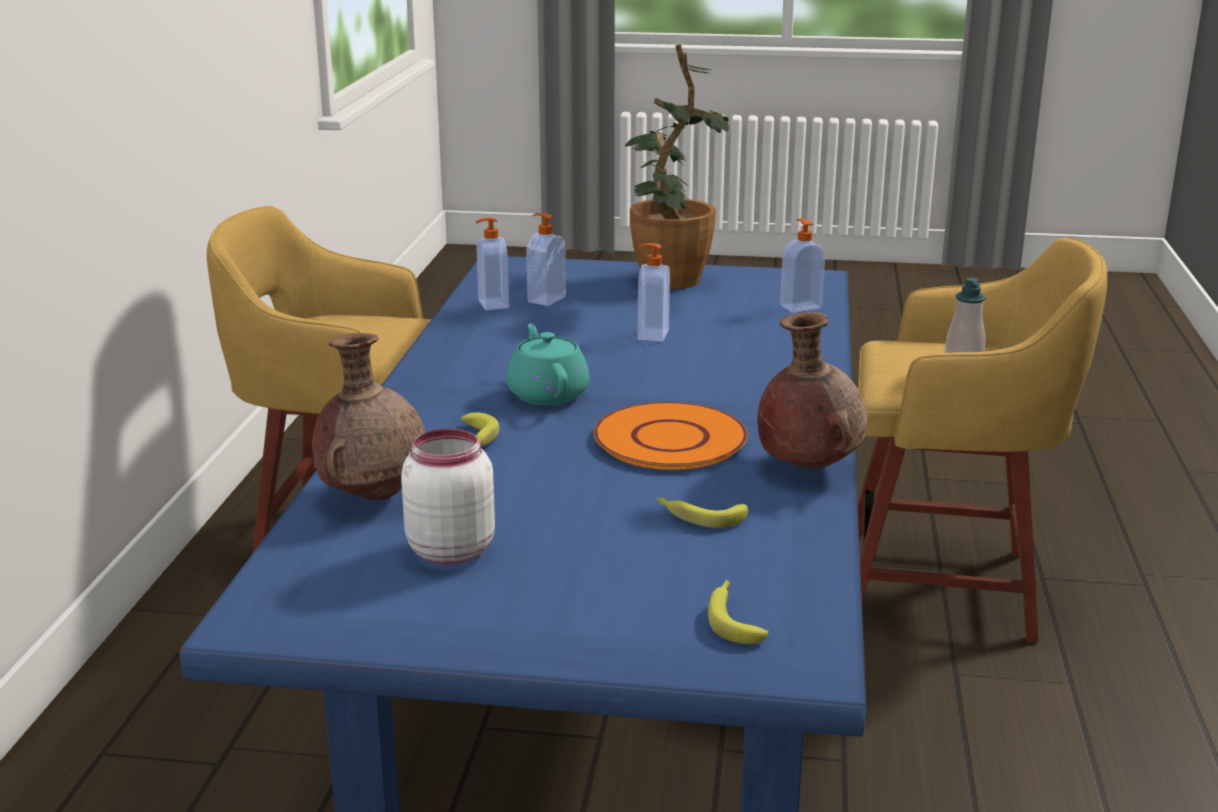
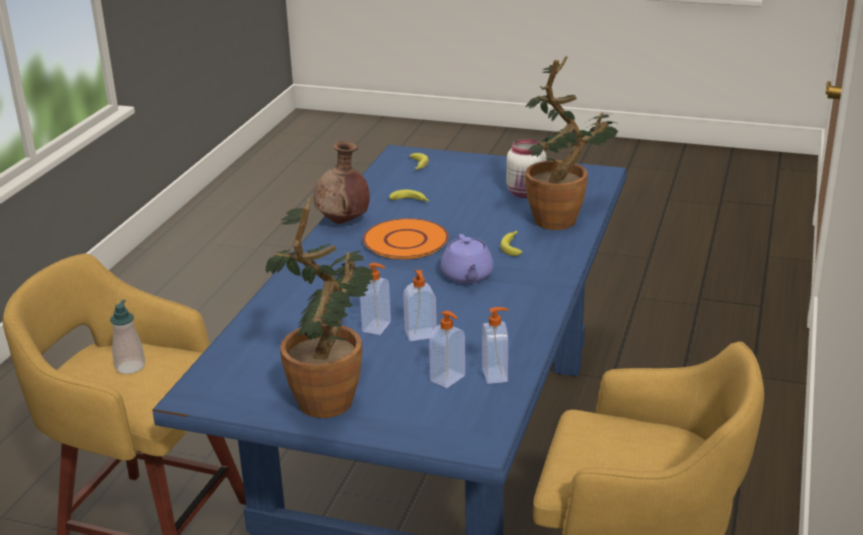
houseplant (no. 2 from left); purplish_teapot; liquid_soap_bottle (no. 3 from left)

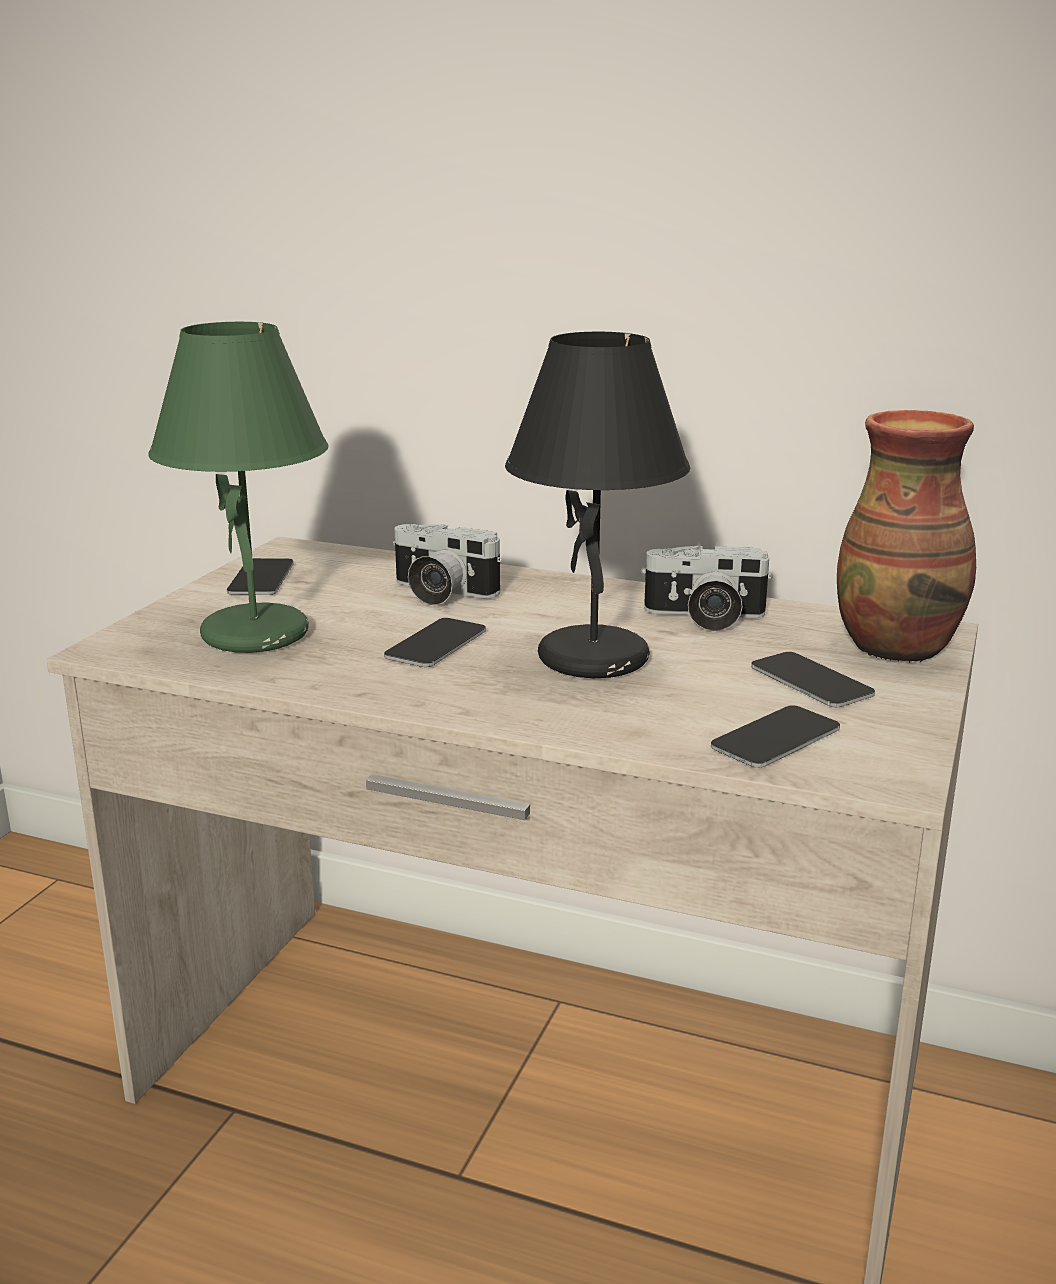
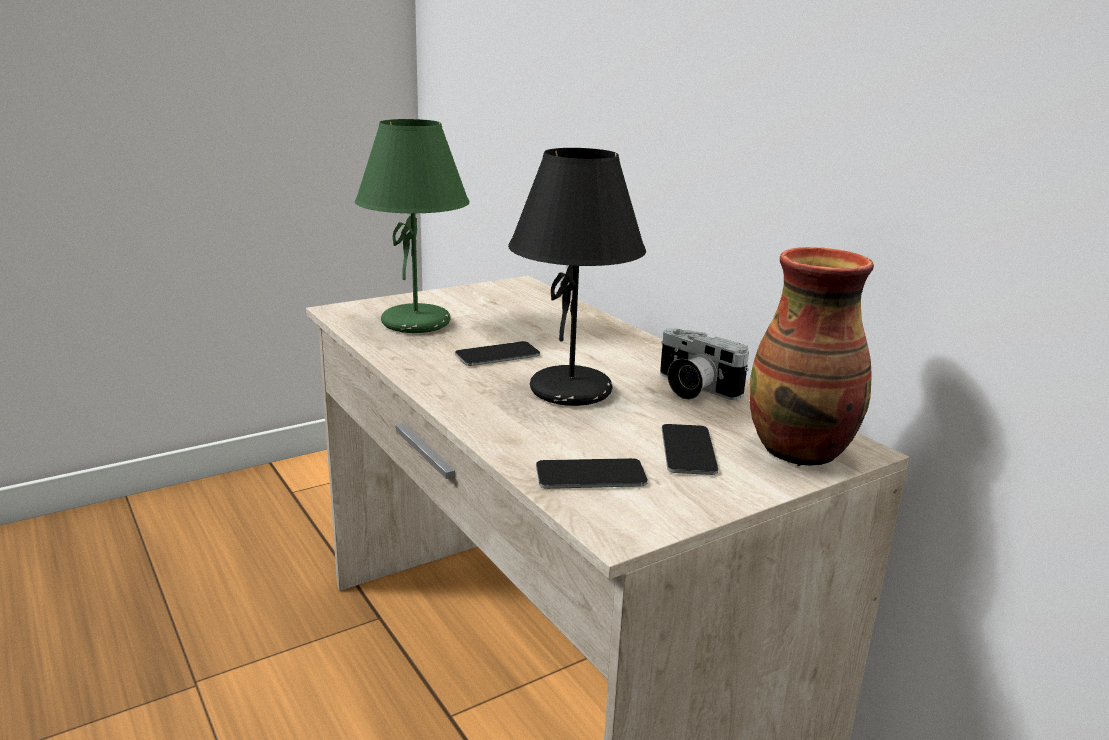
phone (no. 1 from left in the first image); photo_camera (no. 1 from left in the first image)

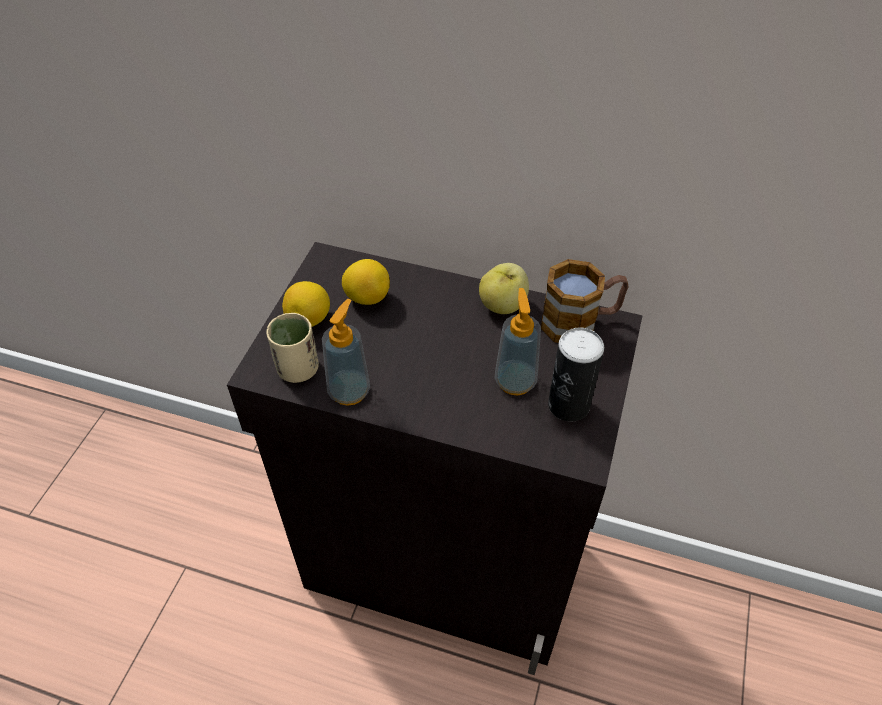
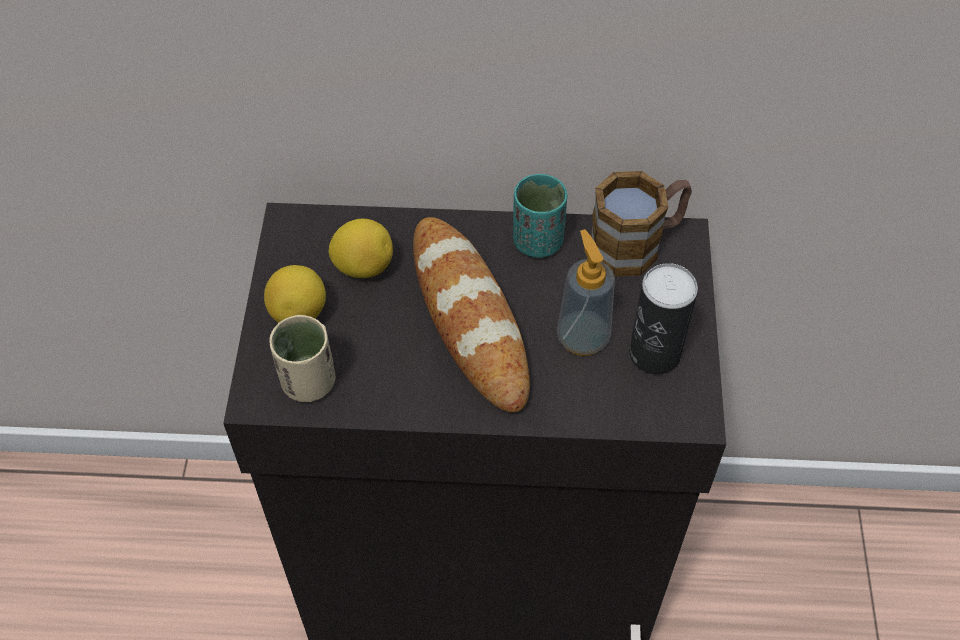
liquid_soap_bottle (no. 1 from left in the first image); turquoise-coloured_cup; baked_bread

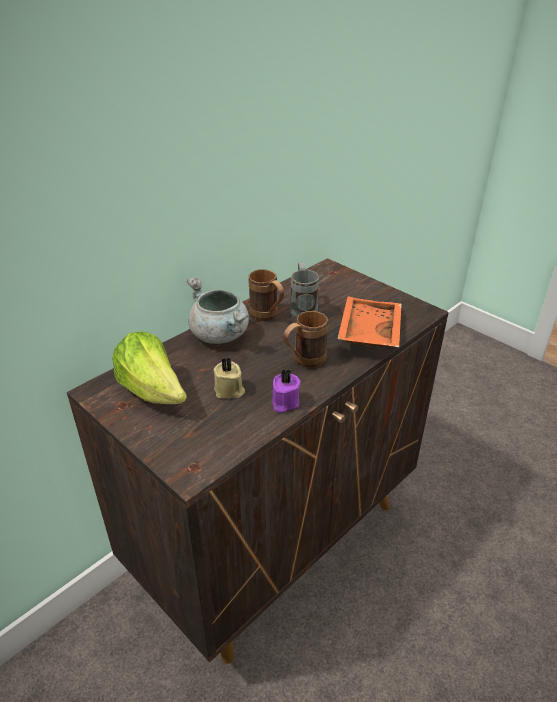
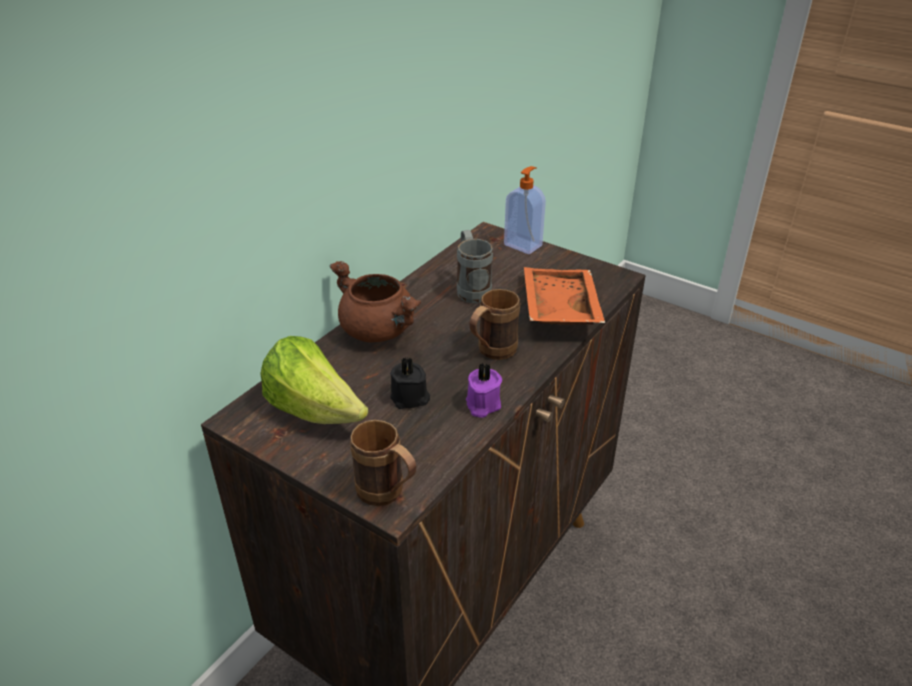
brown_cooking_pot; black-coloured_wax_candle; brown_tea_mug (no. 1 from left); liquid_soap_bottle

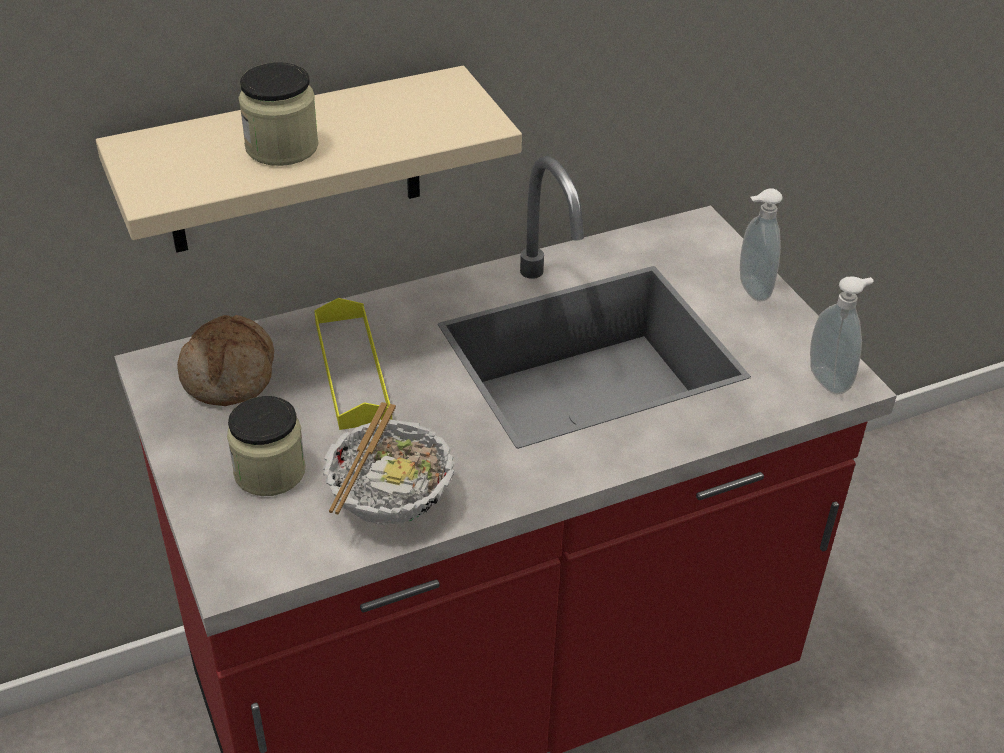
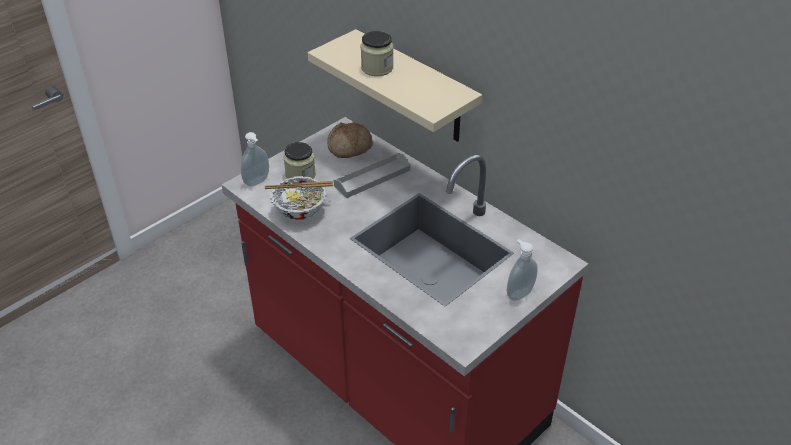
gray_tray; liquid_soap_bottle (no. 1 from left)

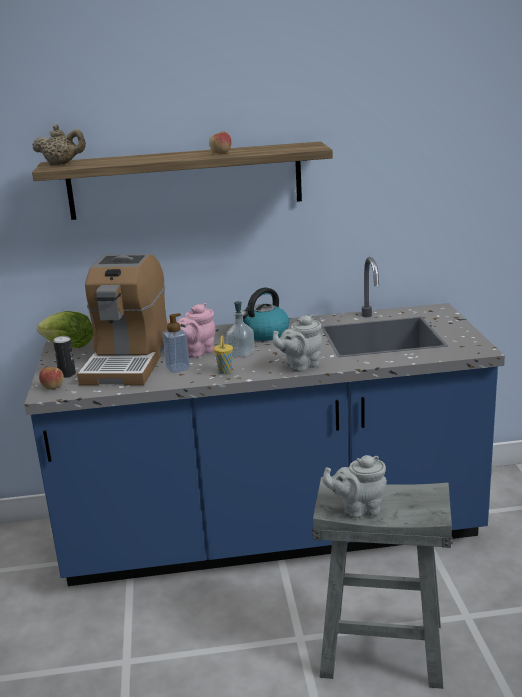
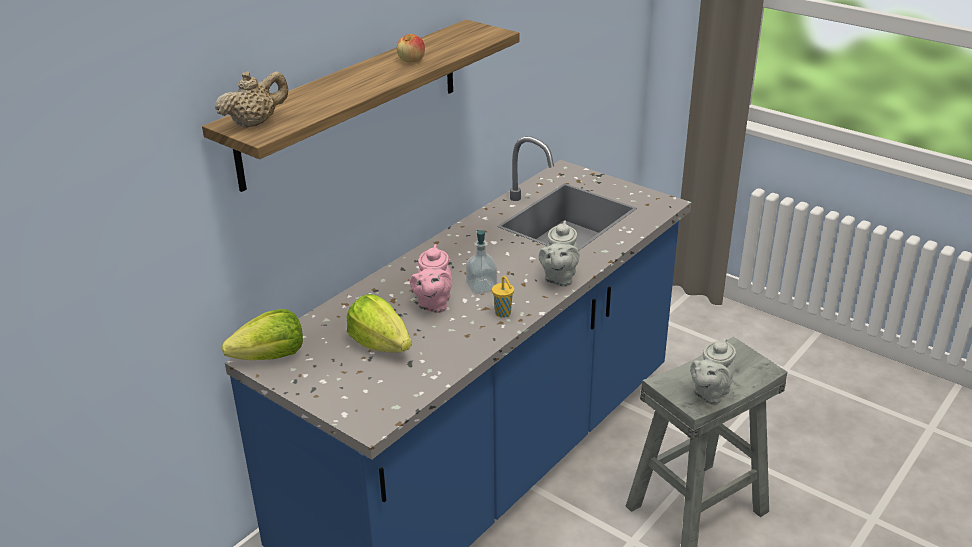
whole_apple (no. 1 from left in the first image); can; lettuce_head (no. 2 from left); liquid_soap_bottle (no. 1 from left in the first image); water_kettle

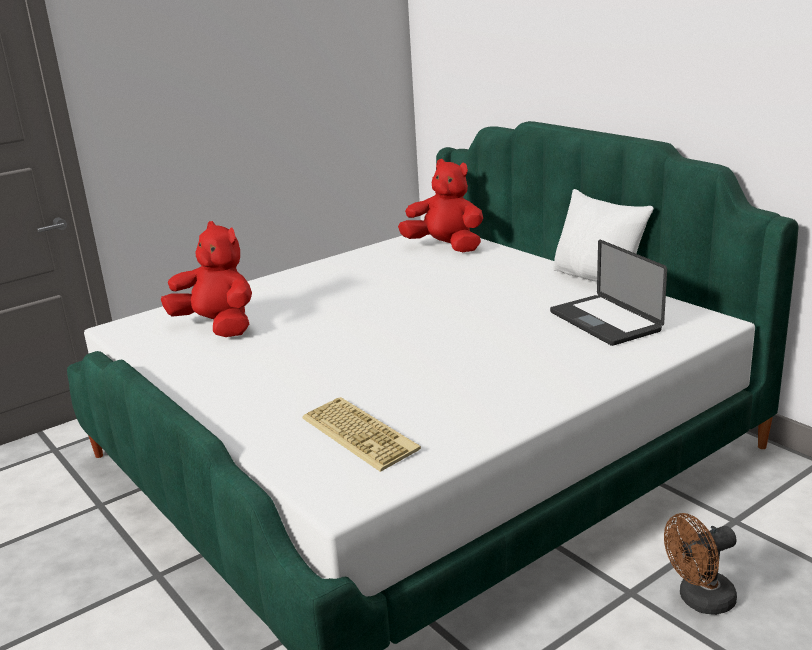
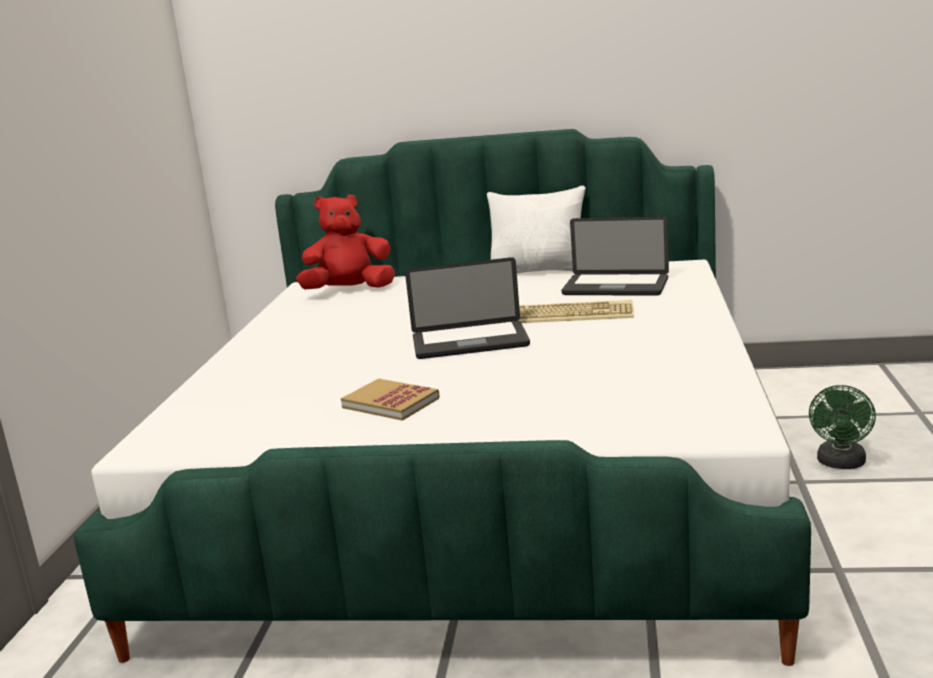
red-coloured_plush_toy (no. 1 from left in the first image); computer_keyboard; green-coloured_electric_fan; bound_book; laptop (no. 1 from left)

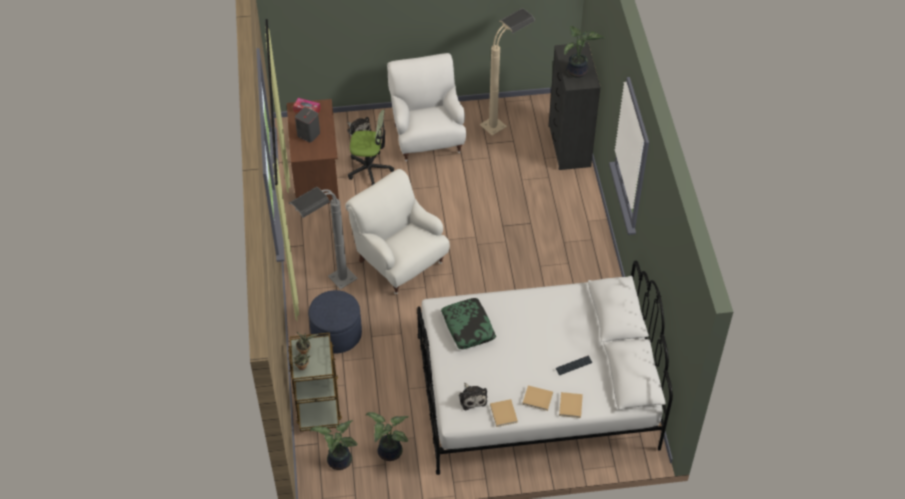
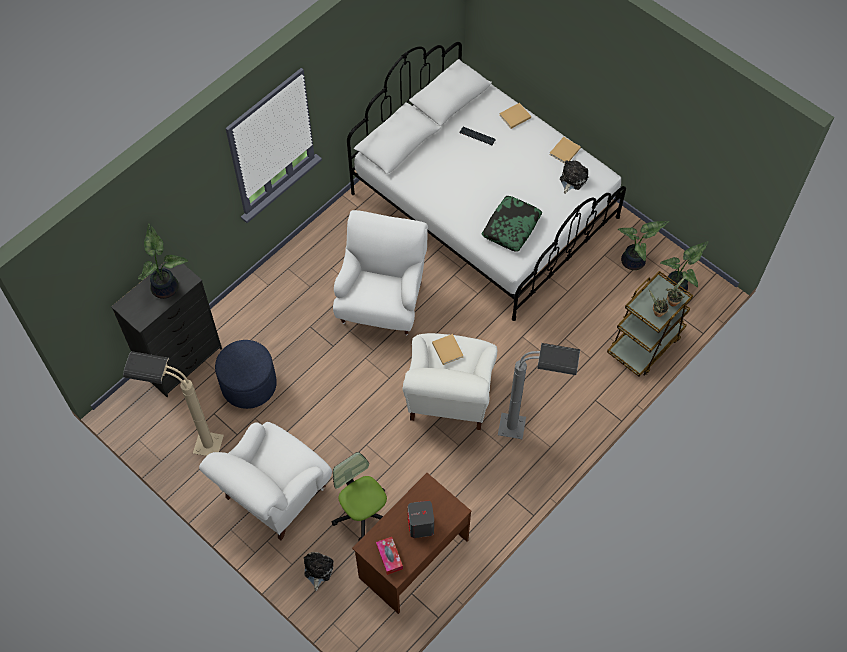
bluish_footrest; beige_bound_book (no. 1 from left); white-coloured_armchair (no. 2 from left)

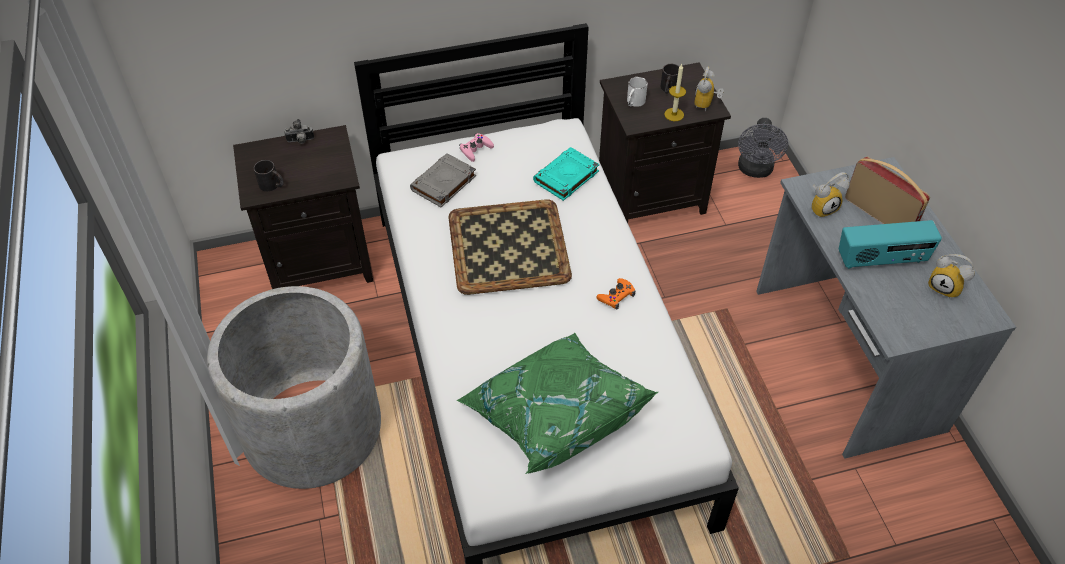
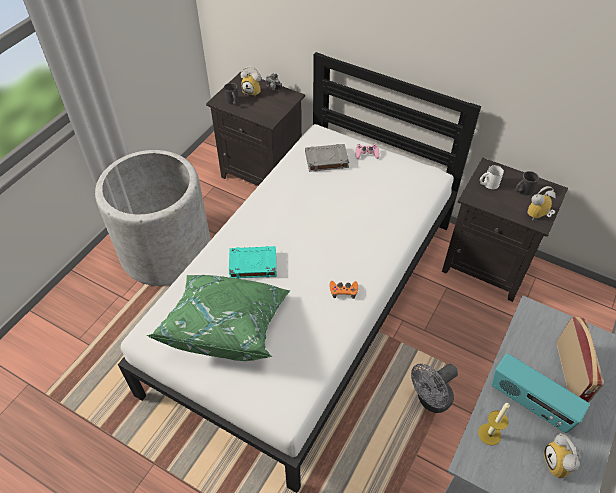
tray; turquoise-coloured_bound_book; wax_candle; gray_electric_fan; alarm_clock (no. 1 from left)

